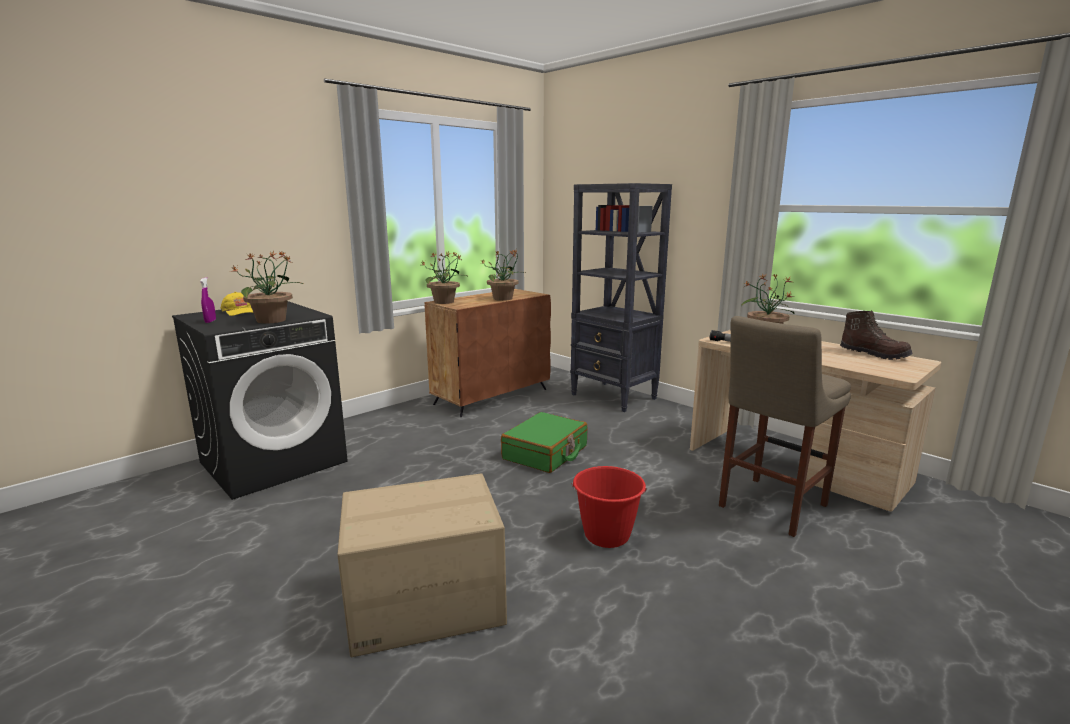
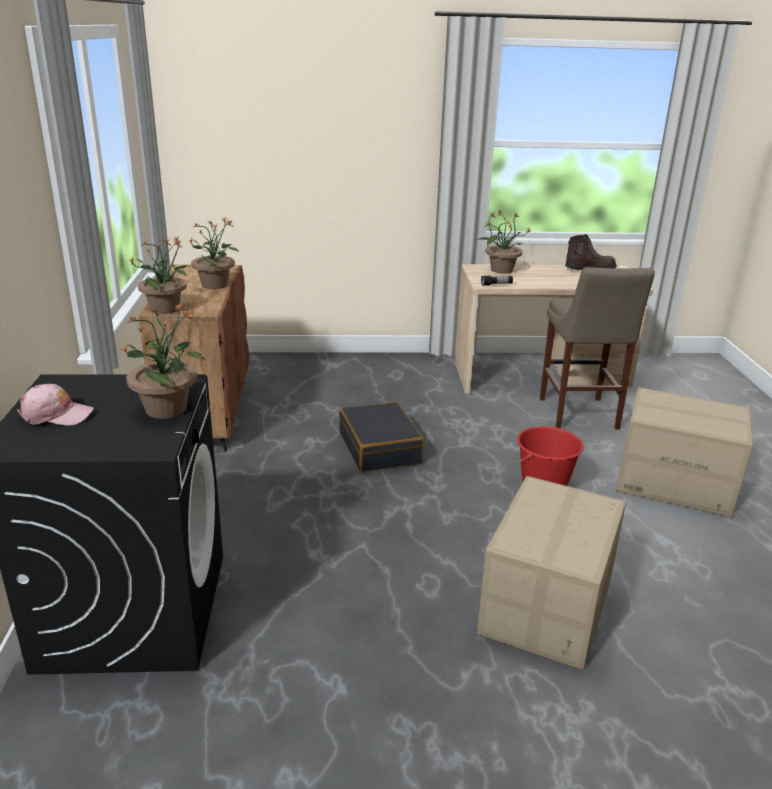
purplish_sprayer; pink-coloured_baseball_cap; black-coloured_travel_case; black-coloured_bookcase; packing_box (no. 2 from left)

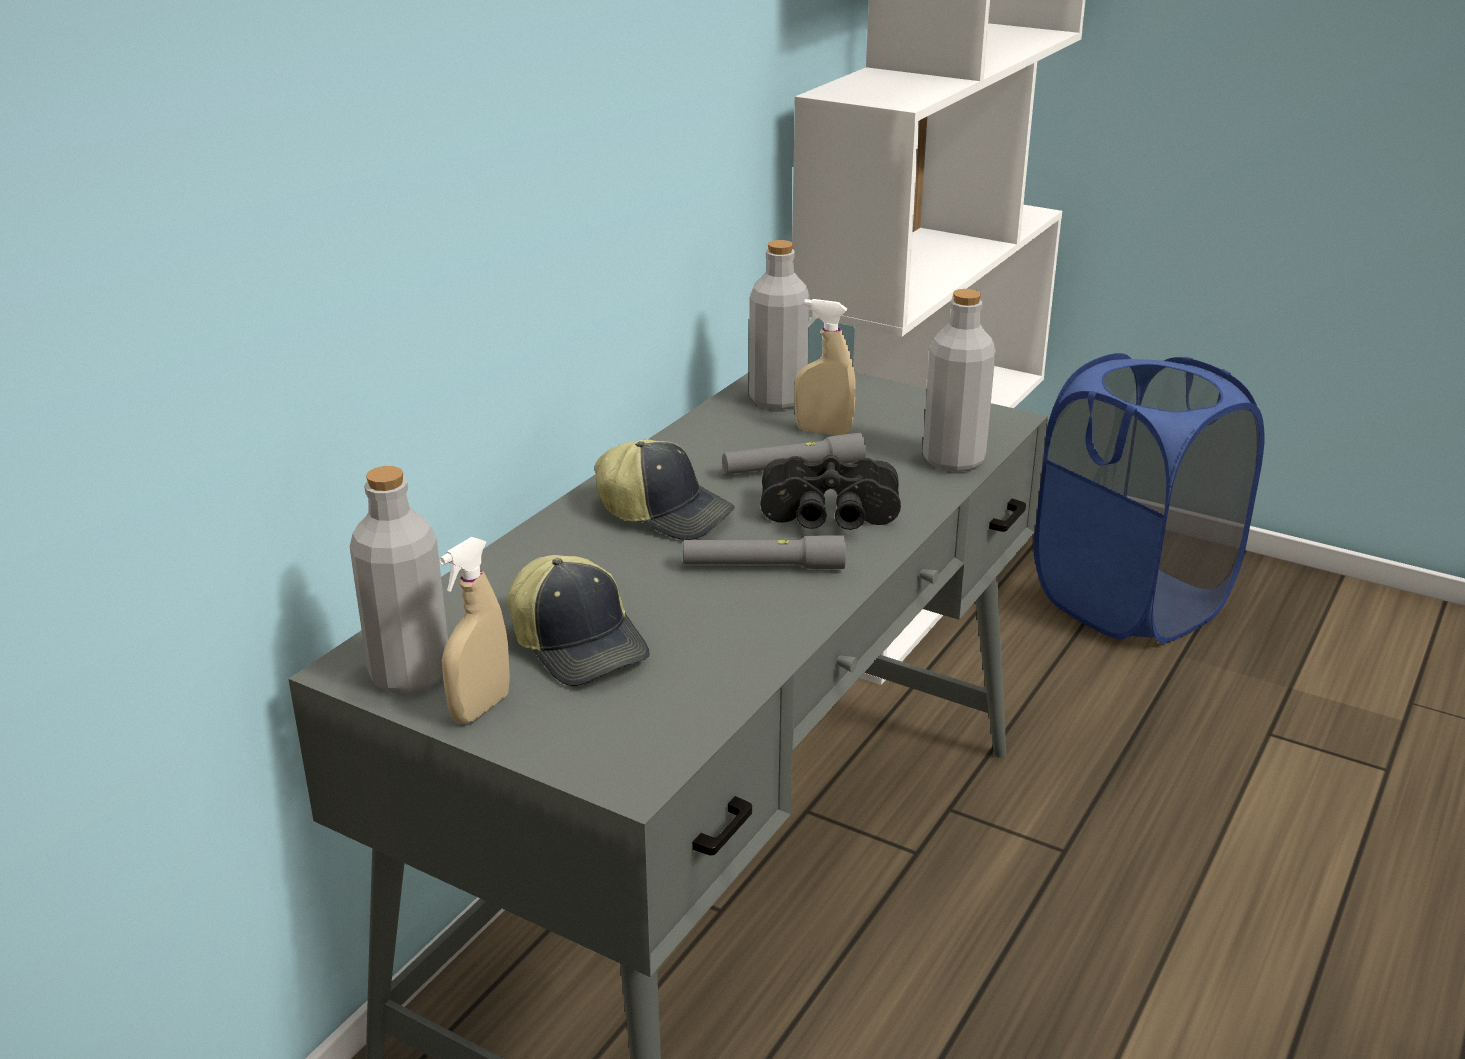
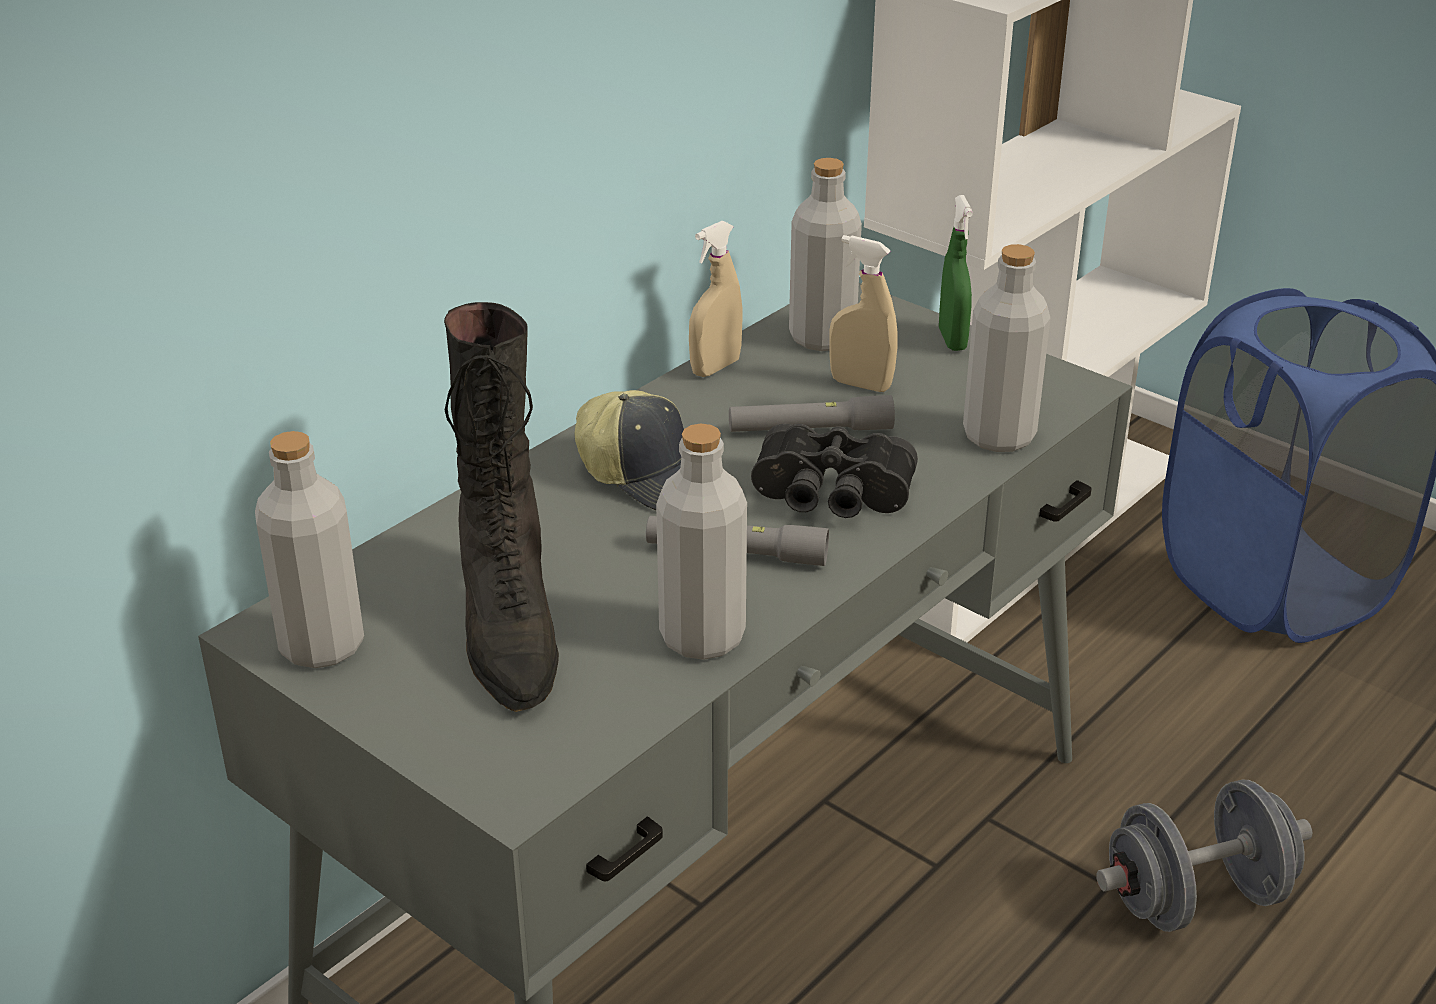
beige_sprayer (no. 1 from left); black-coloured_tall_boot; gray_drink_bottle (no. 2 from left); green-coloured_sprayer; gray_hand_weight

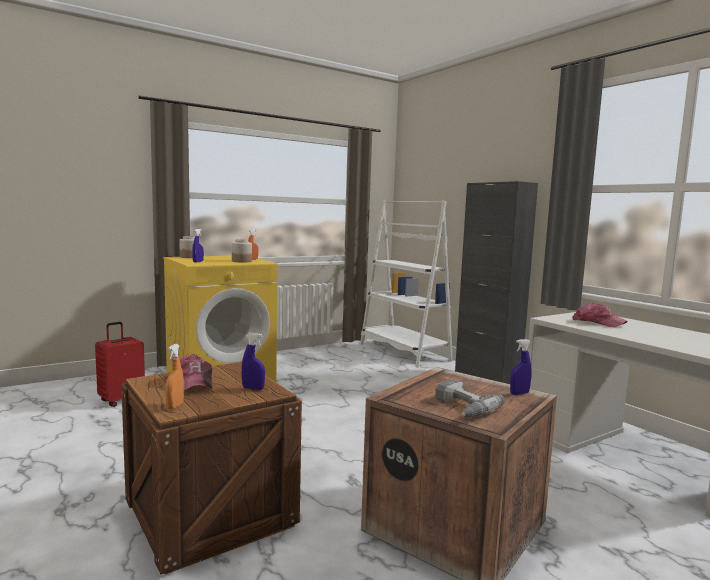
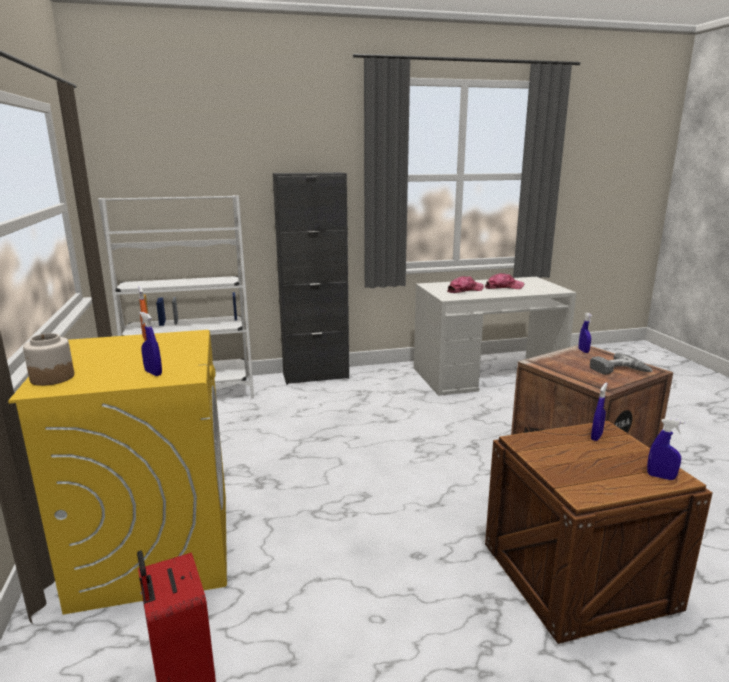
bluish_sprayer (no. 4 from left); baseball_cap (no. 2 from left); jar (no. 2 from left in the first image)

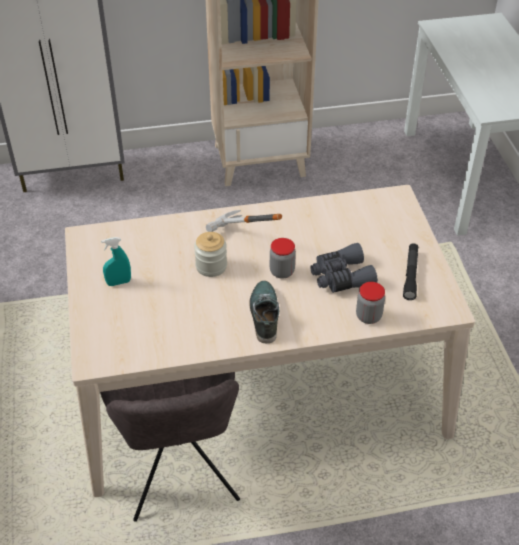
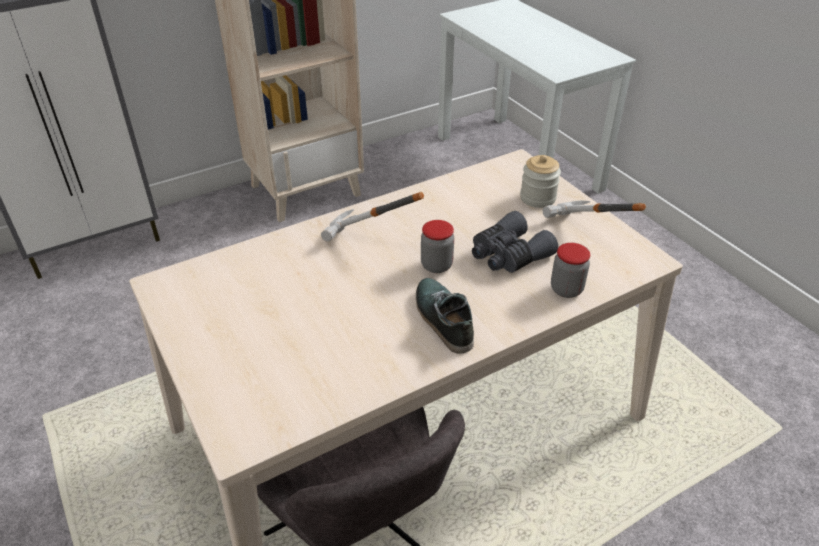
turquoise-coloured_sprayer; jar (no. 2 from left); hammer (no. 2 from left)

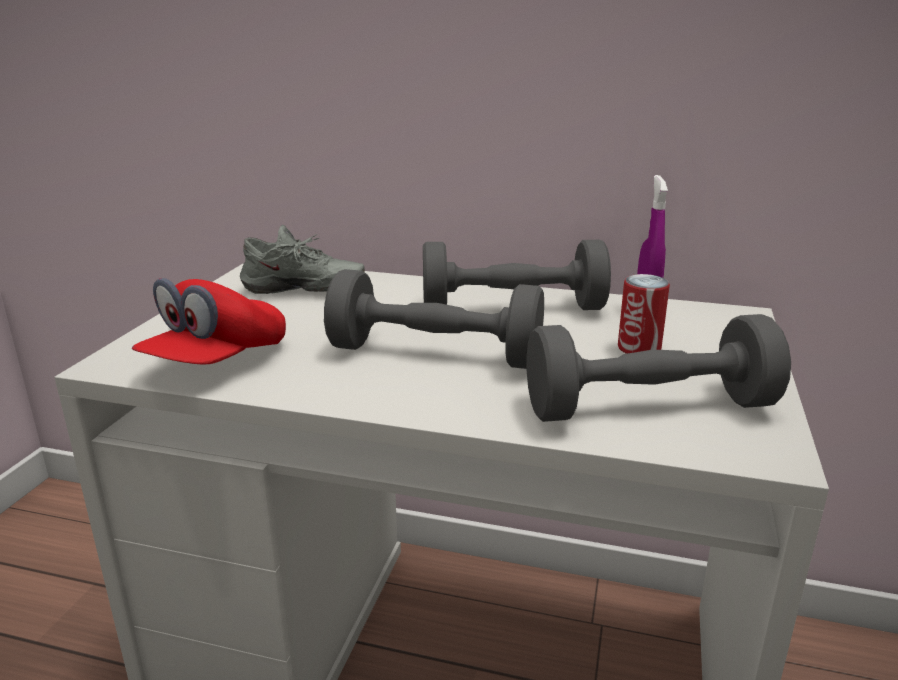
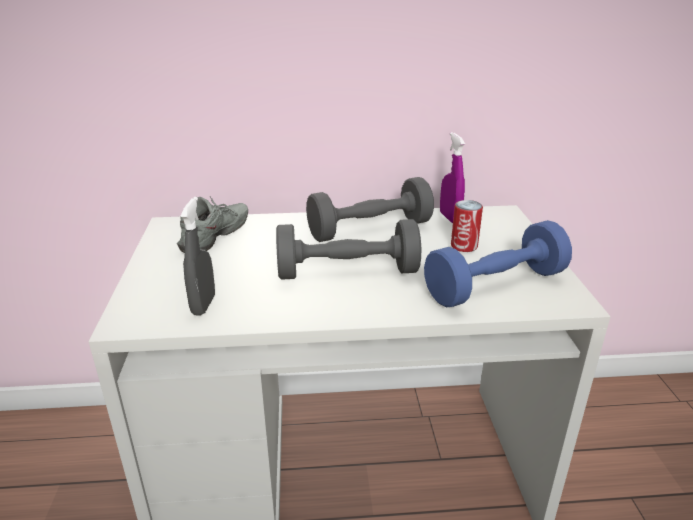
gray_sprayer; gray_low_shoe; bluish_hand_weight

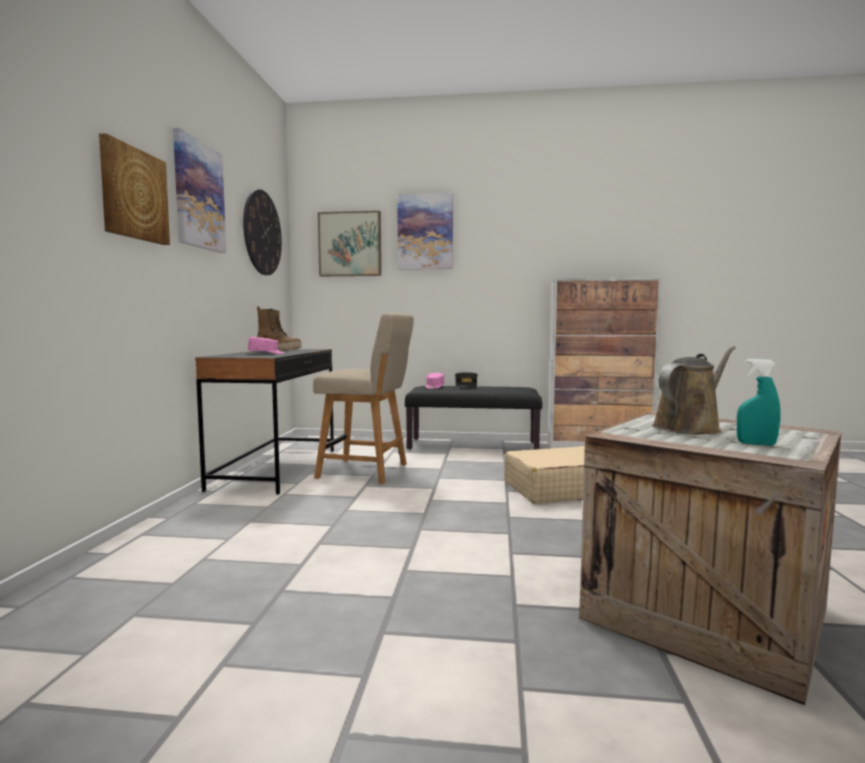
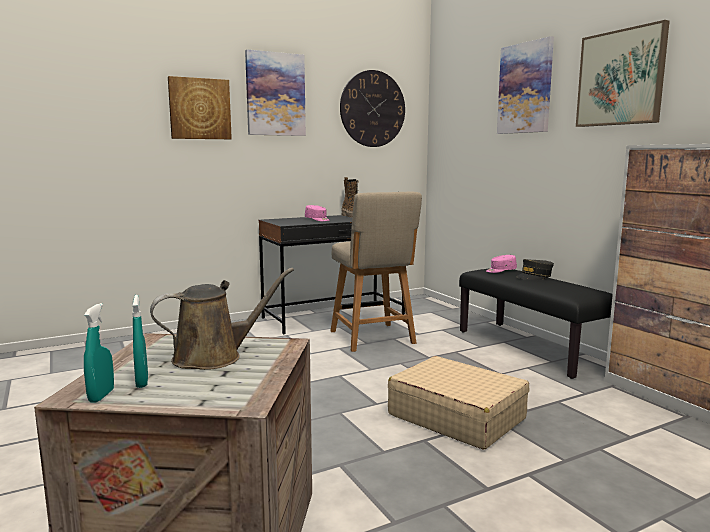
wall_picture (no. 4 from left); brown_watering_can; turquoise-coloured_sprayer (no. 1 from left)

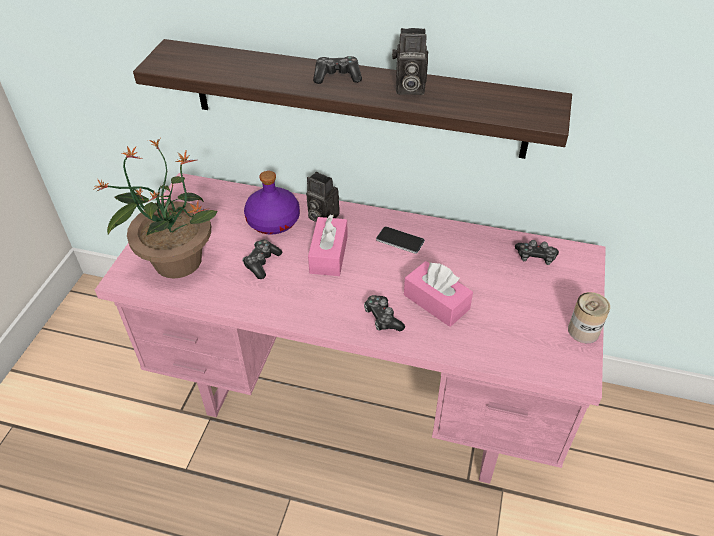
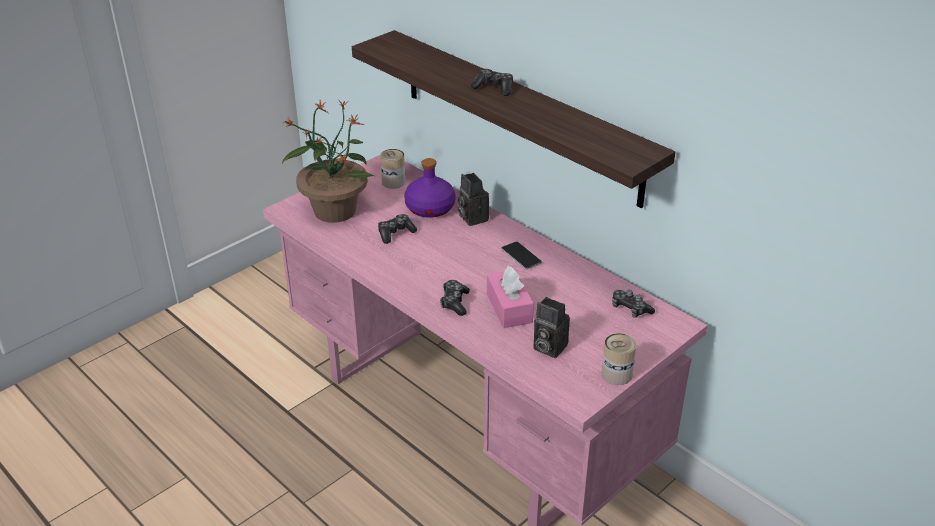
pink-coloured_tissue_holder (no. 1 from left in the first image); photo_camera (no. 2 from left); can (no. 1 from left)

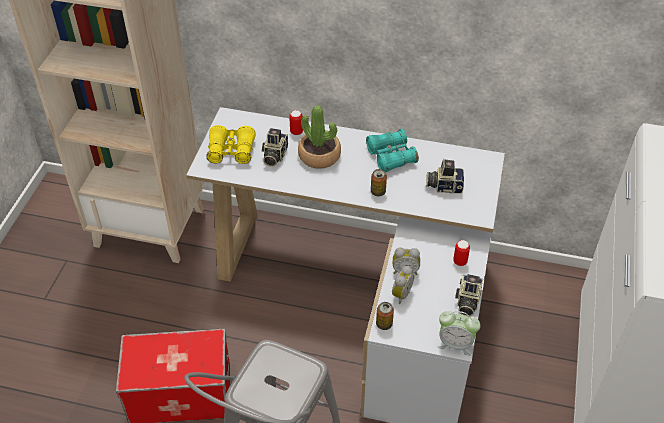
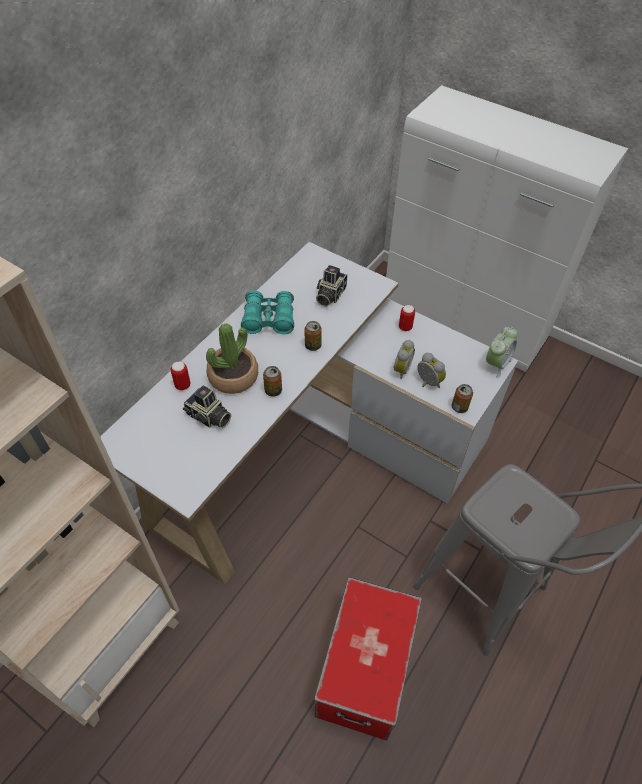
yellow_field_glasses; photo_camera (no. 3 from left in the first image); can (no. 2 from left)

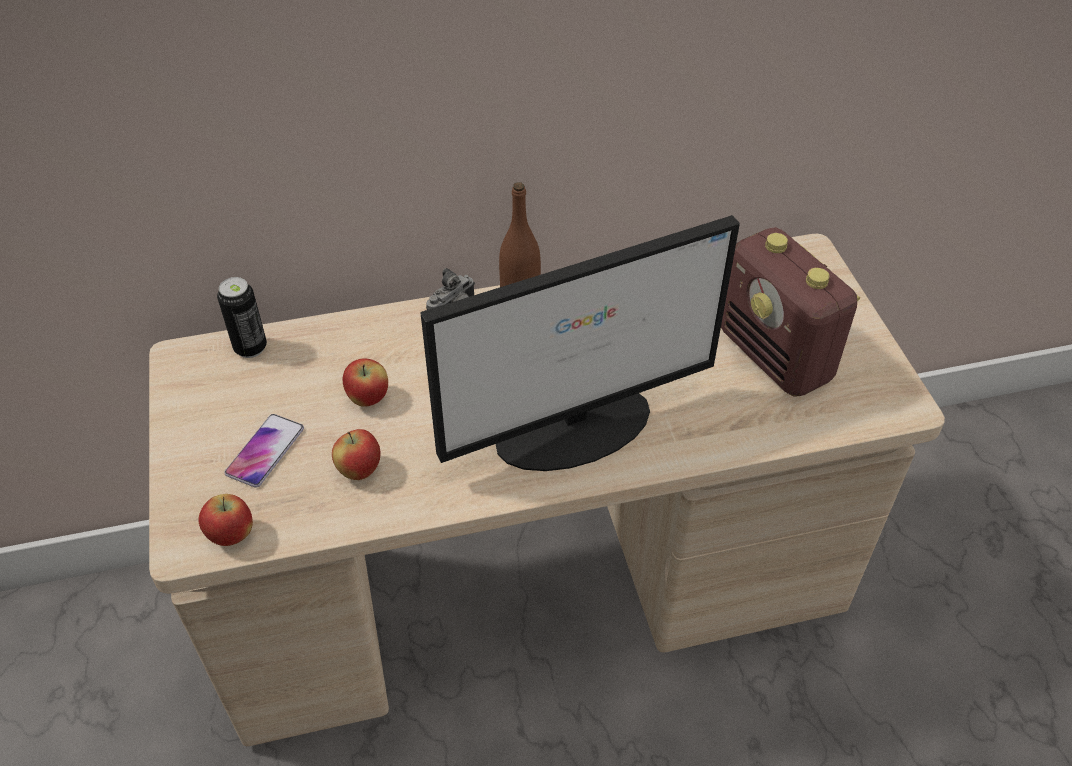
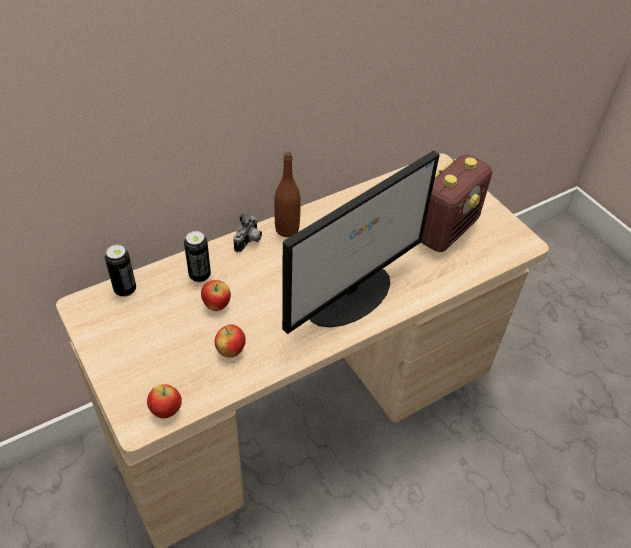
phone; radio_set; can (no. 2 from left)

